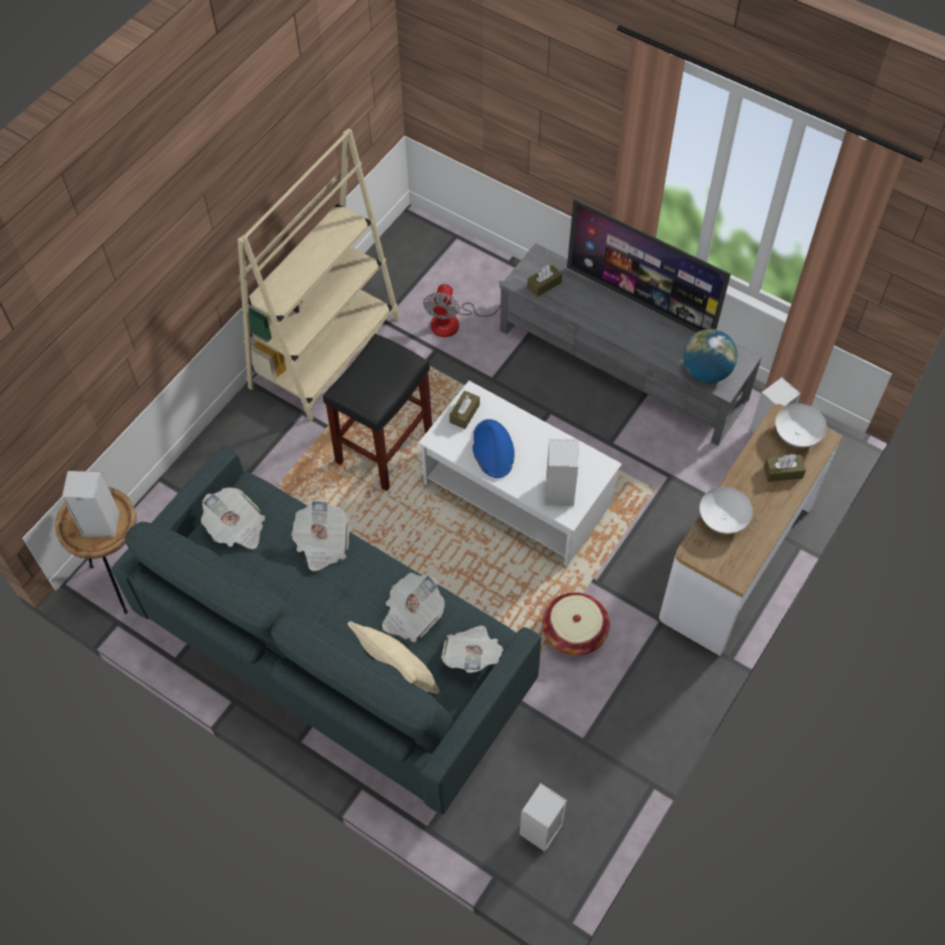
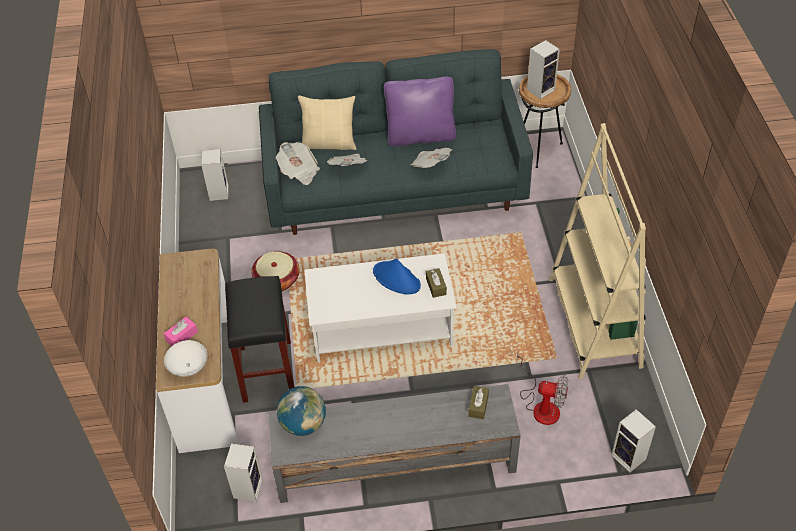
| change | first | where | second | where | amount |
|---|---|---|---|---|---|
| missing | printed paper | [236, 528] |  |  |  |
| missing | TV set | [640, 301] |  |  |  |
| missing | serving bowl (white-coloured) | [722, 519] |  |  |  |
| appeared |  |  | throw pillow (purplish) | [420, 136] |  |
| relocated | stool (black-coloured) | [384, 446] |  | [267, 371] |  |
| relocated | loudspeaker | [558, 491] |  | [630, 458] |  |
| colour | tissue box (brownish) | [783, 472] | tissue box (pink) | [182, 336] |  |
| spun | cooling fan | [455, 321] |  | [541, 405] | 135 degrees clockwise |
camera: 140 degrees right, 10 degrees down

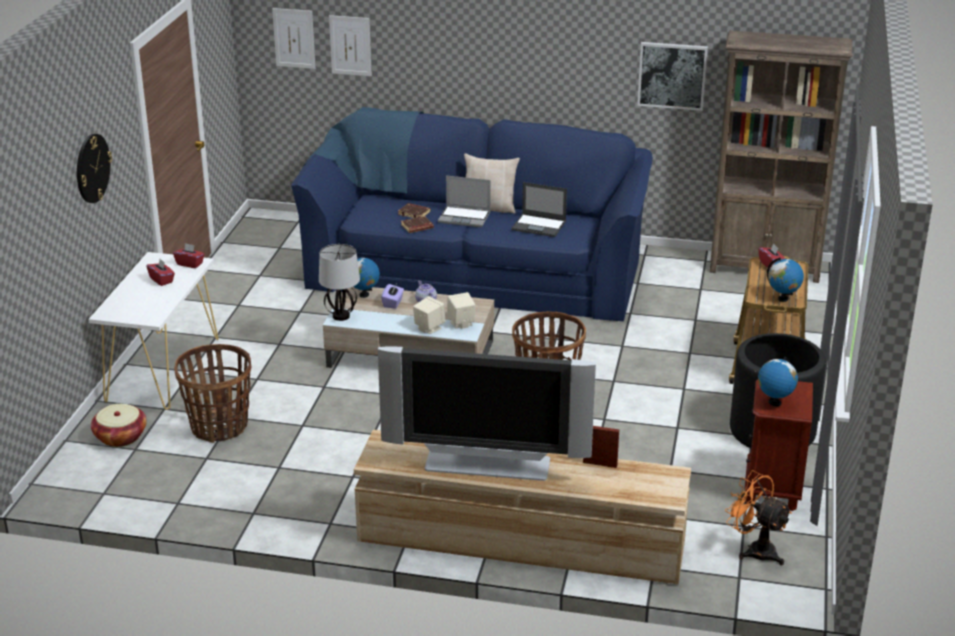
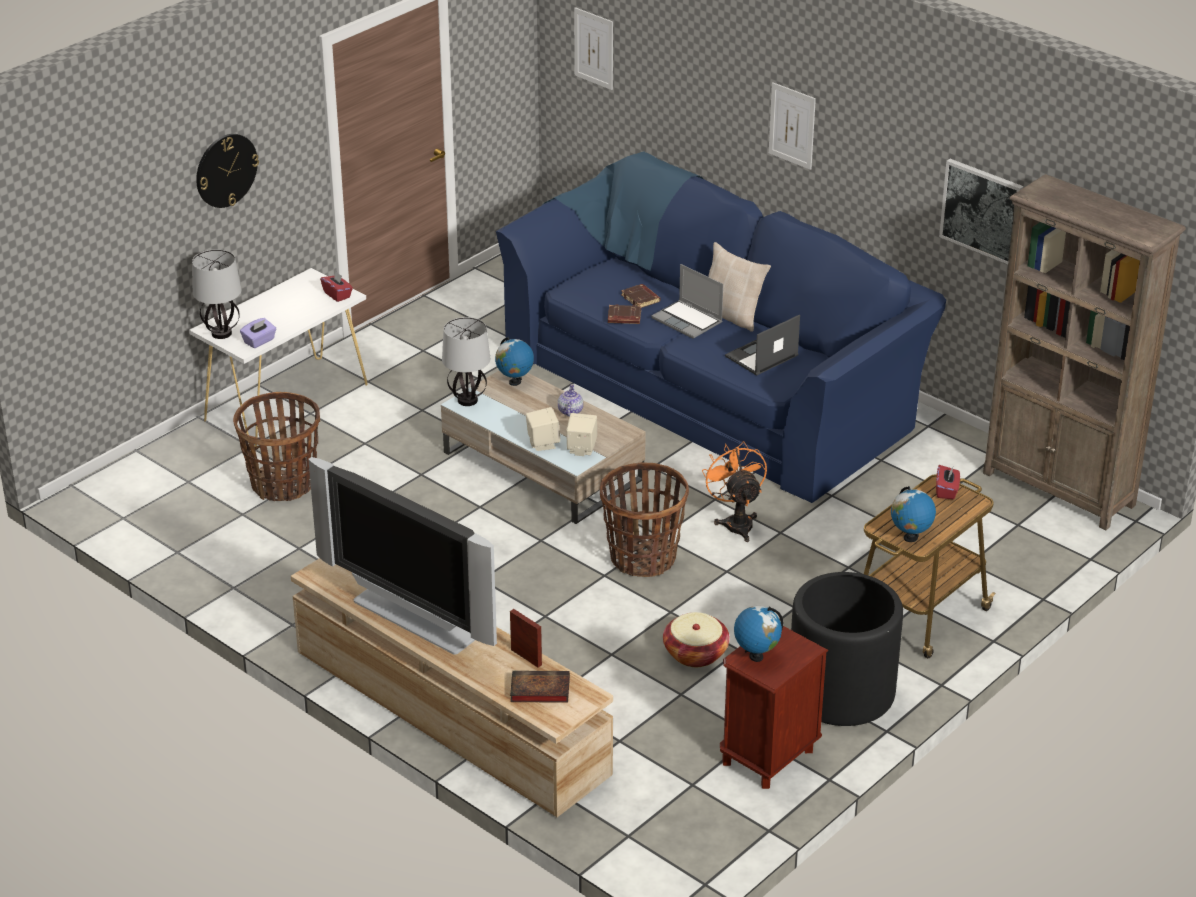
| change | first | where | second | where | amount |
|---|---|---|---|---|---|
| missing | tissue box (reddish) | [162, 280] |  |  |  |
| appeared |  |  | table lamp | [221, 333] |  |
| appeared |  |  | volume | [538, 690] |  |
| relocated | basket | [120, 437] |  | [695, 653] |  |
| relocated | wall art | [350, 45] |  | [792, 125] |  |
| relocated | tissue box (purplish) | [393, 303] |  | [259, 341] |  |
| relocated | cooling fan (orangey) | [755, 549] |  | [736, 522] |  |
| spun | laptop | [539, 226] |  | [761, 356] | 90 degrees clockwise |
camera: 30 degrees right, 5 degrees up

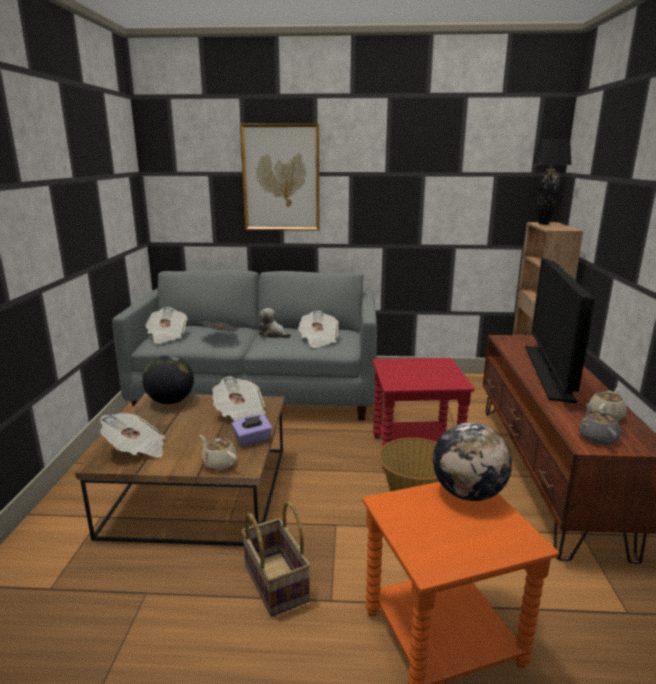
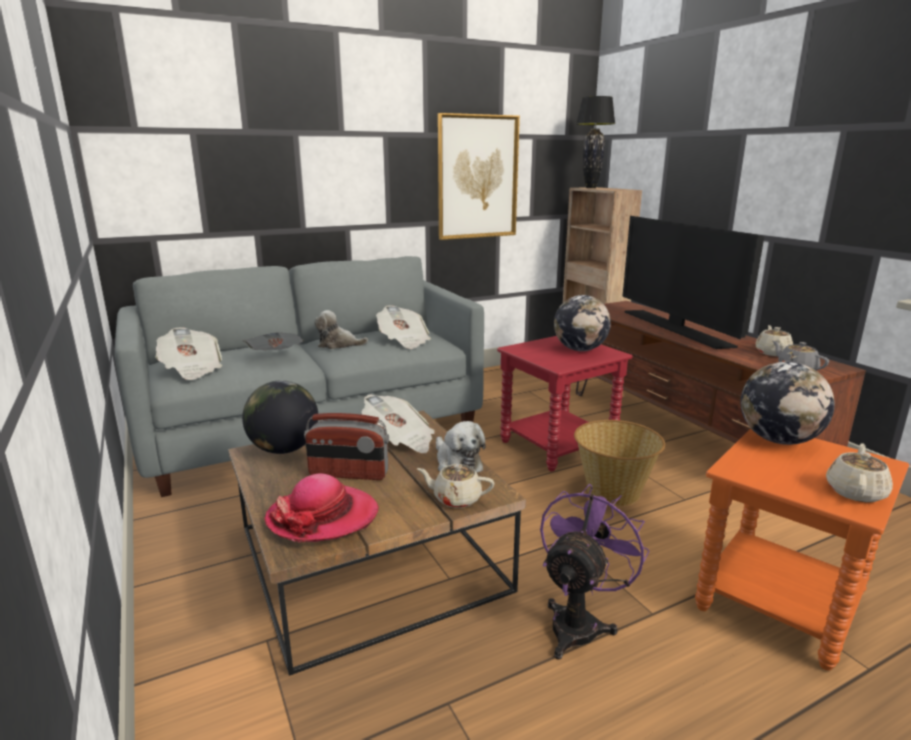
| change | first | where | second | where | amount |
|---|---|---|---|---|---|
| appeared |  |  | radio | [348, 474] |  |
| appeared |  |  | globe | [580, 349] |  |
| appeared |  |  | tea pot (beige) | [855, 491] |  |
| relocated | wall art | [281, 178] |  | [477, 177] |  |
| exchanged | printed paper | [136, 450] | hat | [322, 517] |  |
| exchanged | tissue box (purplish) | [252, 440] | soft toy | [457, 463] |  |
| exchanged | basket | [274, 583] | cooling fan (purplish) | [579, 622] |  |
camera: 30 degrees left, 0 degrees up

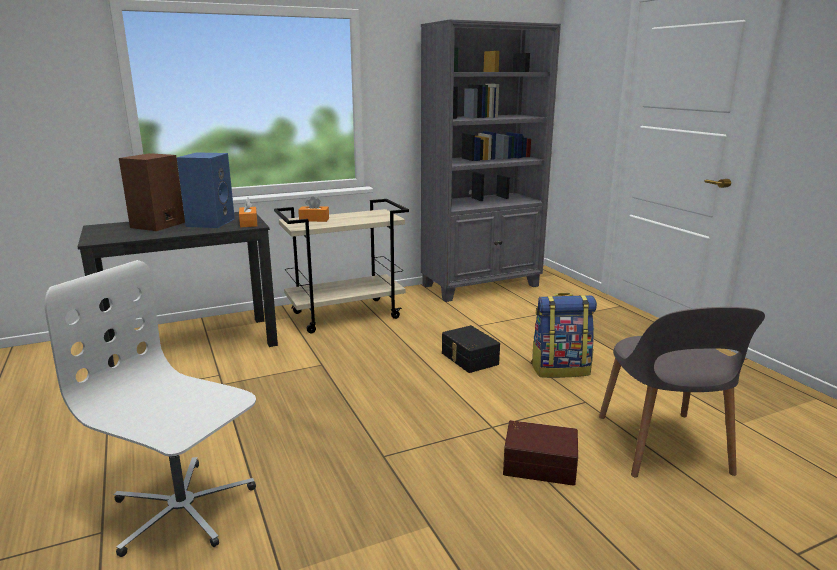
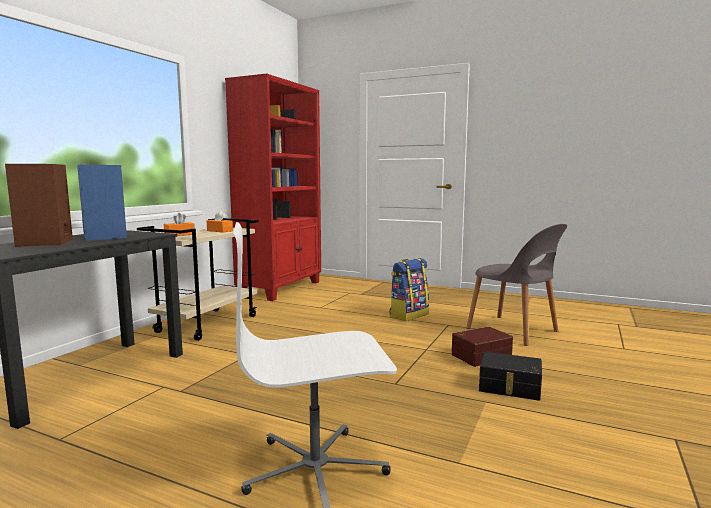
| change | first | where | second | where | amount |
|---|---|---|---|---|---|
| relocated | tissue box (orangey) | [248, 223] |  | [219, 231] |  |
| relocated | storage container (black-coloured) | [468, 359] |  | [509, 387] |  |
| colour | bookcase (greyish) | [482, 286] | bookcase (reddish) | [281, 288] |  |
camera: 40 degrees left, 10 degrees down

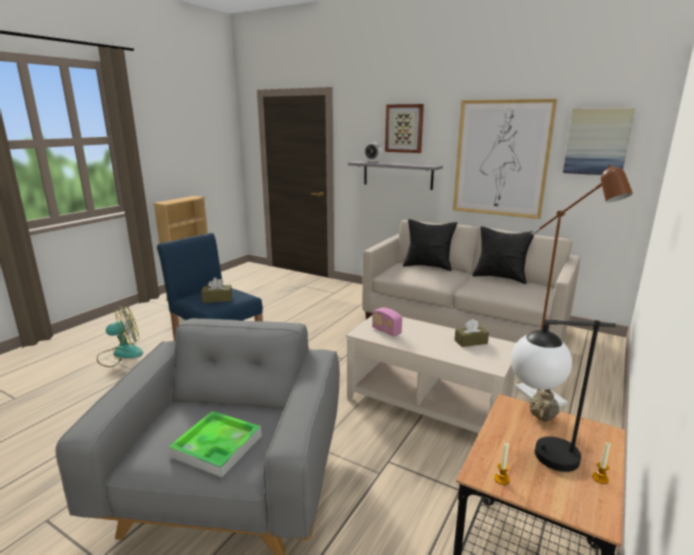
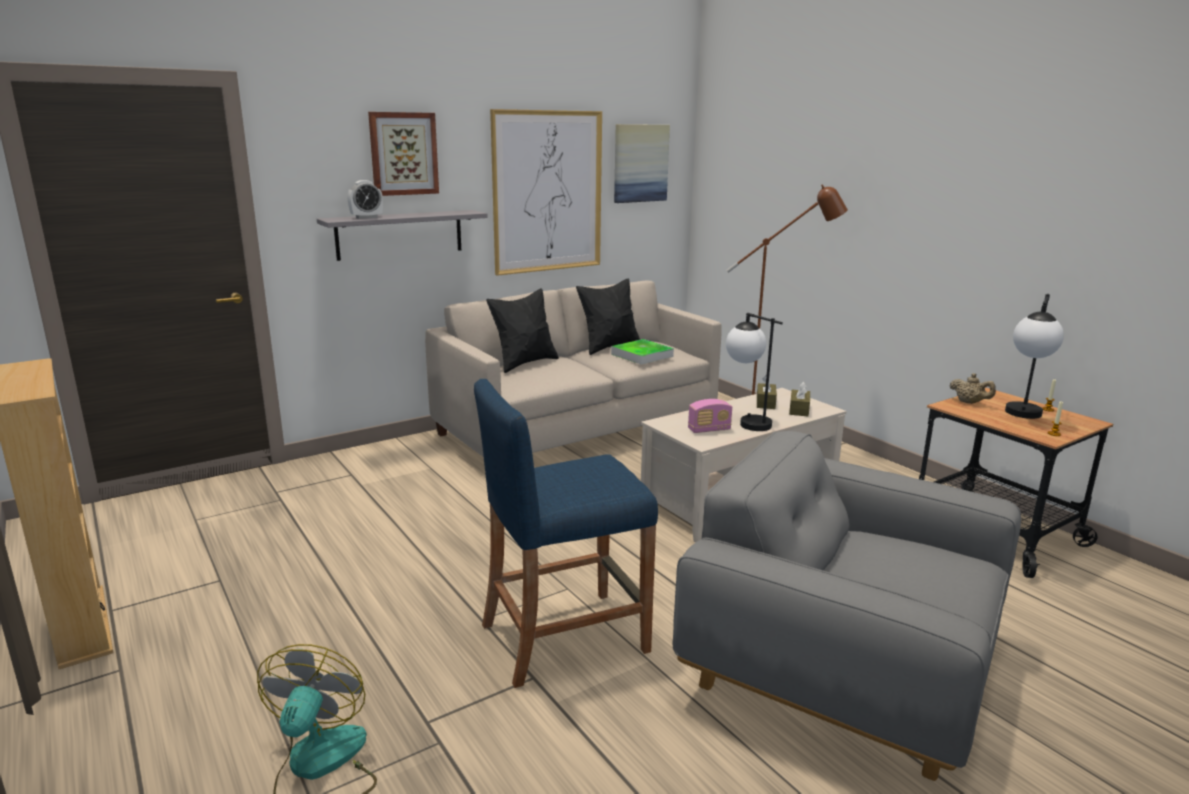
| change | first | where | second | where | amount |
|---|---|---|---|---|---|
| appeared |  |  | table lamp | [746, 421] |  |
| relocated | carrying tray | [217, 446] |  | [642, 355] |  |
| relocated | tissue box (brownish) | [217, 299] |  | [799, 409] |  |
camera: 65 degrees left, 0 degrees up

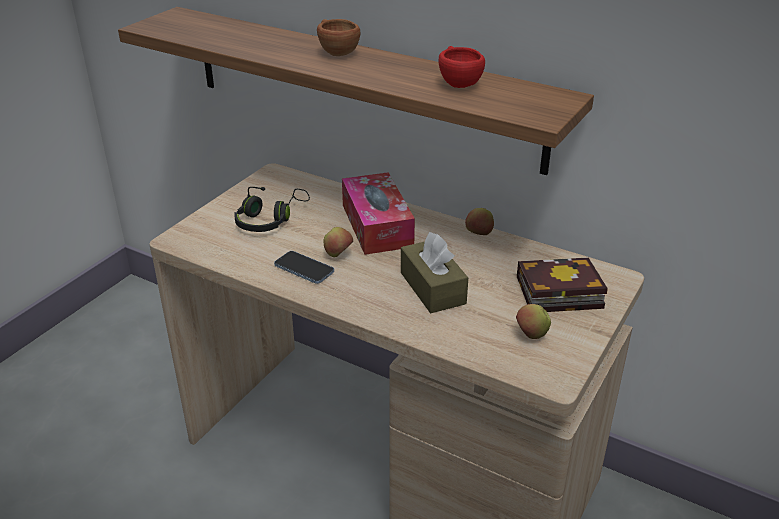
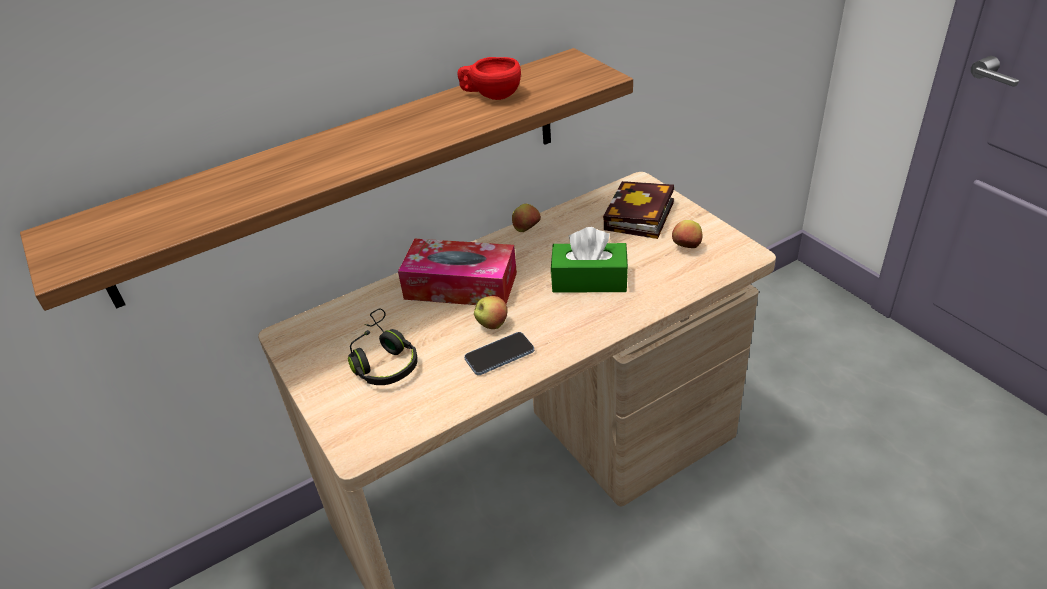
| change | first | where | second | where | amount |
|---|---|---|---|---|---|
| missing | cup (brownish) | [336, 52] |  |  |  |
| colour | tissue box (brownish) | [432, 288] | tissue box (green) | [589, 280] |  |
camera: 60 degrees left, 5 degrees up

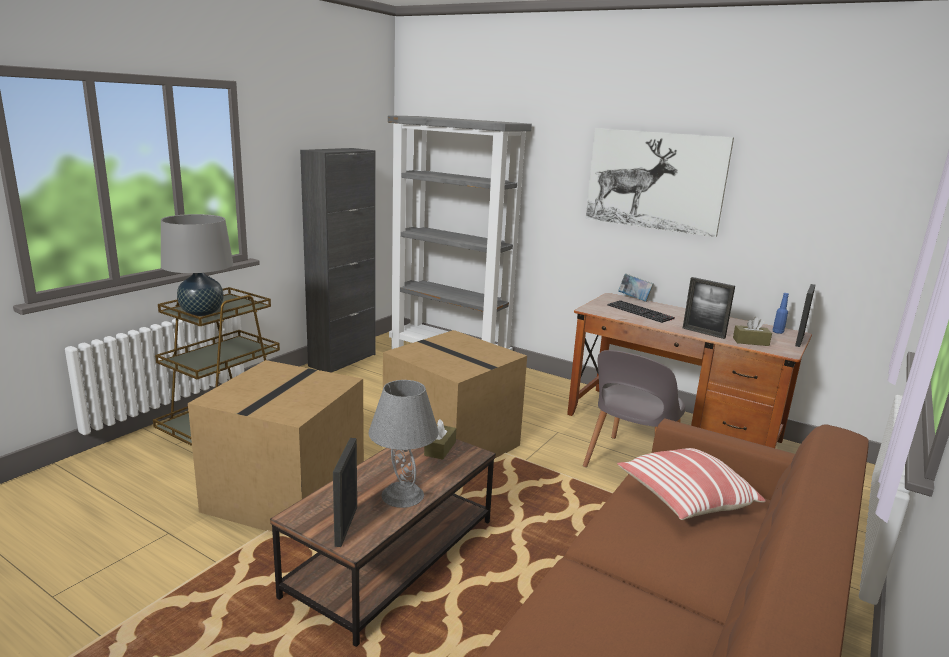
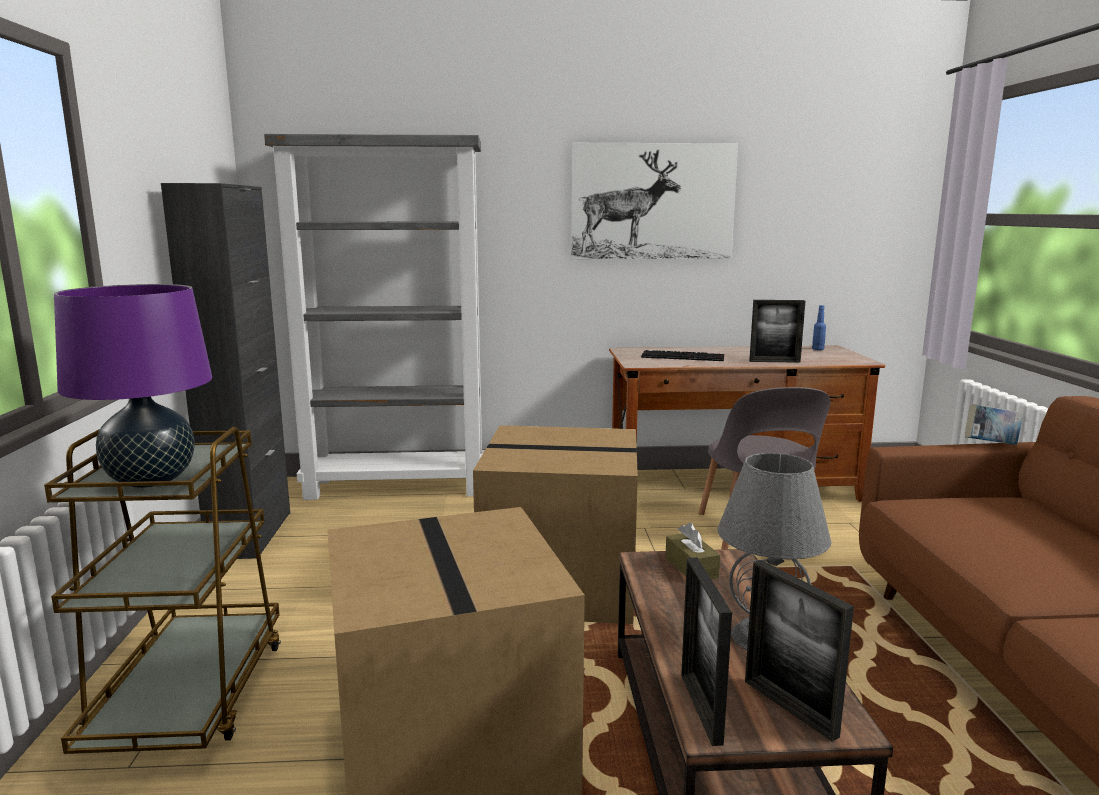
| change | first | where | second | where | amount |
|---|---|---|---|---|---|
| missing | throw pillow | [684, 499] |  |  |  |
| missing | tissue box (brownish) | [750, 342] |  |  |  |
| relocated | volume | [634, 299] |  | [990, 445] |  |
| relocated | picture frame | [799, 340] |  | [701, 708] |  |
| colour | table lamp (greyish) | [202, 313] | table lamp (purplish) | [151, 480] |  |
camera: 35 degrees left, 5 degrees down

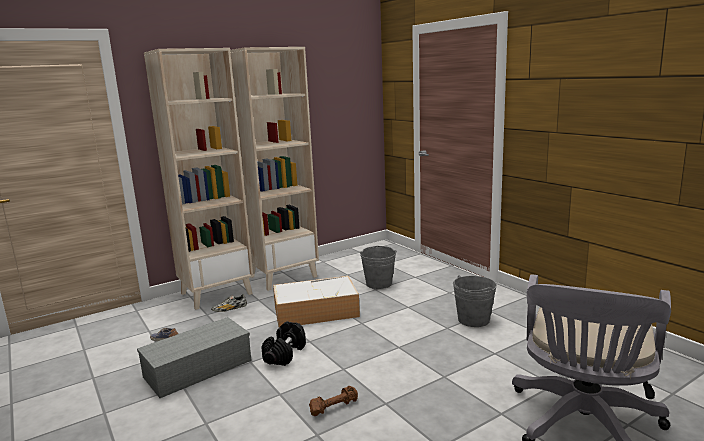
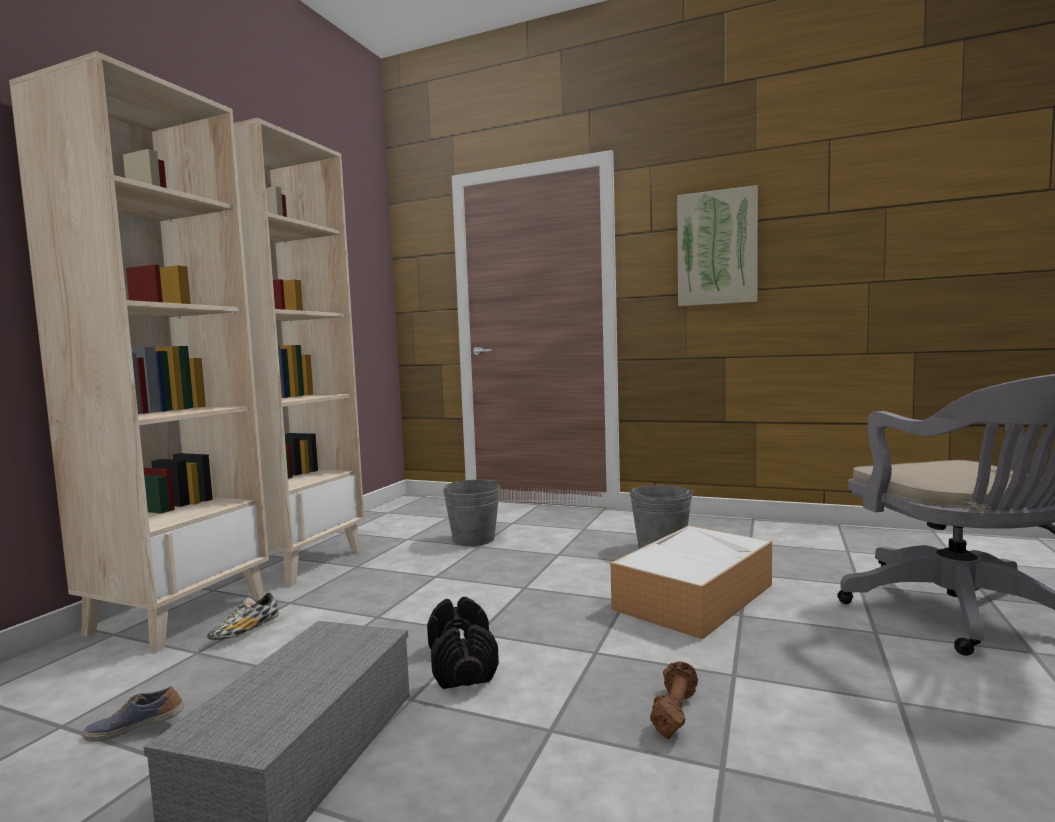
| change | first | where | second | where | amount |
|---|---|---|---|---|---|
| appeared |  |  | wall art | [717, 248] |  |
| relocated | storage container | [317, 311] |  | [695, 596] |  |
camera: 35 degrees left, 10 degrees down

